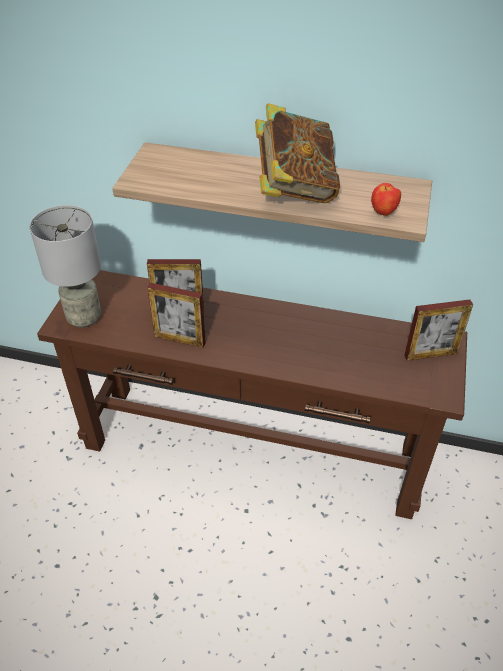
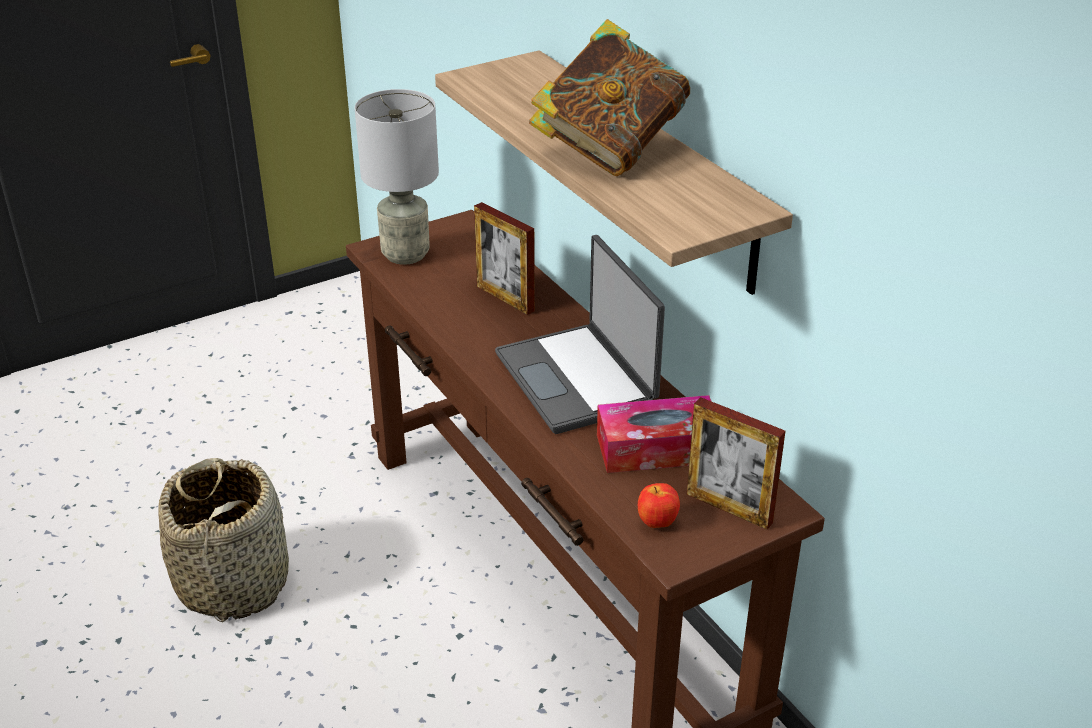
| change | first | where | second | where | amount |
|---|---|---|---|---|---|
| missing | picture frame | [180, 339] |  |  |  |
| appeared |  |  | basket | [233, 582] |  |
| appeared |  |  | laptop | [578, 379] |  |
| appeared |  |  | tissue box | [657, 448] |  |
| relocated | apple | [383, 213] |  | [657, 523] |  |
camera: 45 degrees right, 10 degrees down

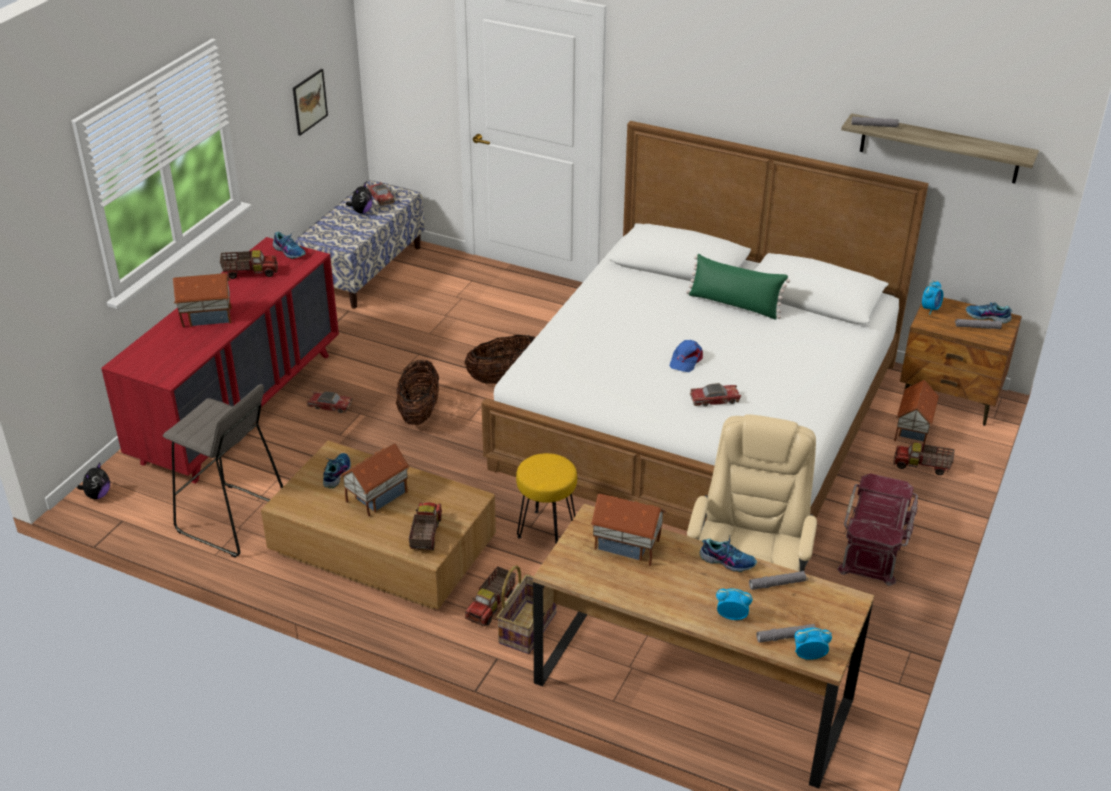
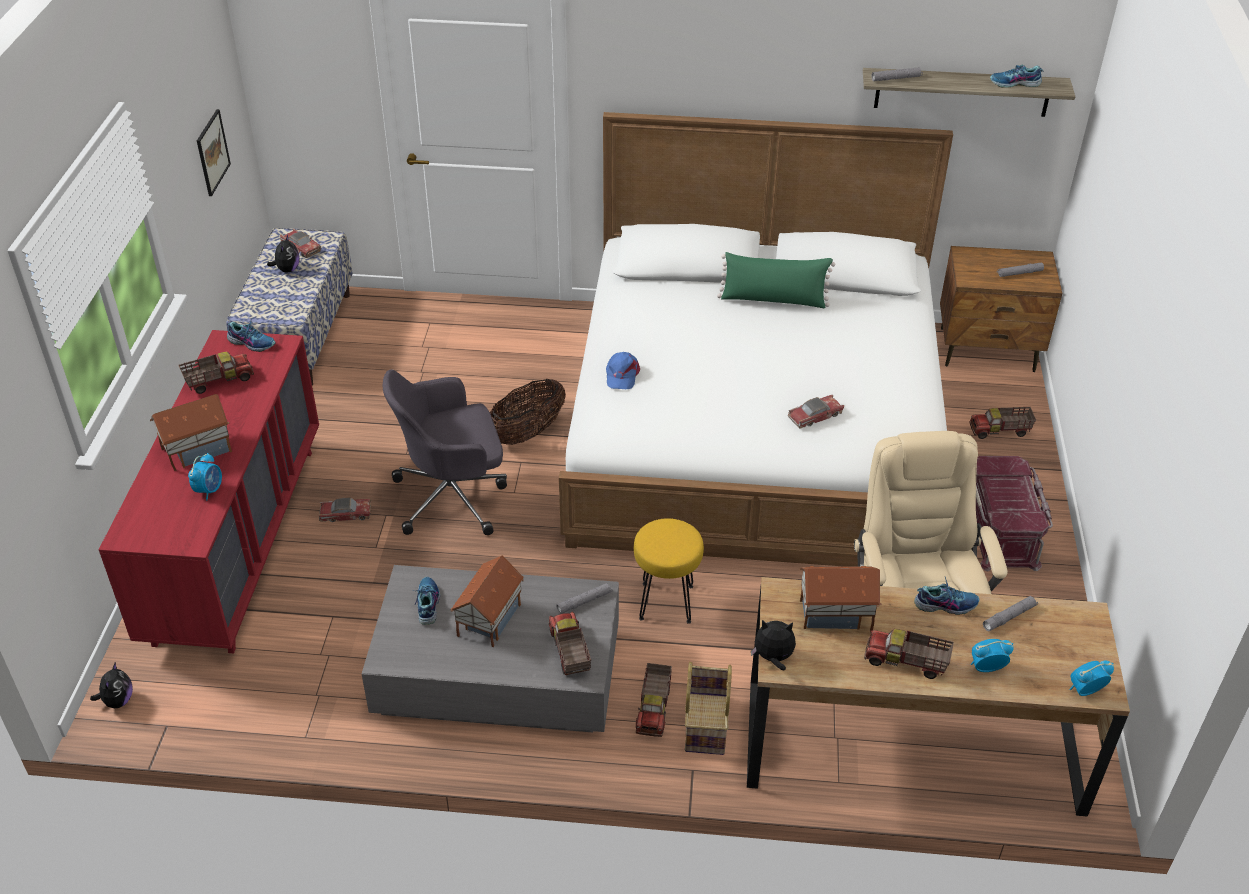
| change | first | where | second | where | amount |
|---|---|---|---|---|---|
| missing | stool (greyish) | [232, 520] |  |  |  |
| missing | toy house | [912, 430] |  |  |  |
| appeared |  |  | soft toy | [773, 658] |  |
| appeared |  |  | model truck | [906, 662] |  |
| relocated | cap (blue-coloured) | [685, 360] |  | [621, 375] |  |
| relocated | flashlight (greyish) | [786, 637] |  | [584, 601] |  |
| relocated | alarm clock | [930, 309] |  | [209, 490] |  |
| relocated | shoe | [987, 317] |  | [1014, 84] |  |
| exchanged | basket | [419, 412] | desk chair (greyish) | [453, 497] |  |
| colour | lounge table (brownish) | [382, 547] | lounge table (greyish) | [497, 673] |  |
camera: 20 degrees left, 5 degrees up

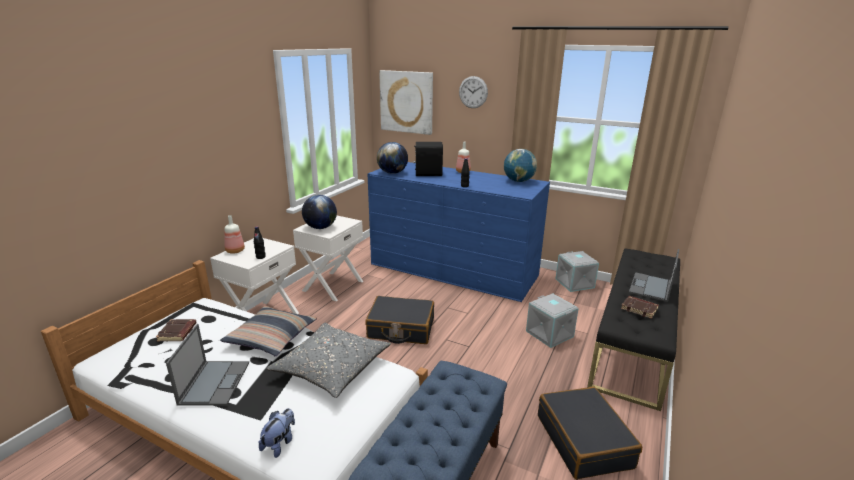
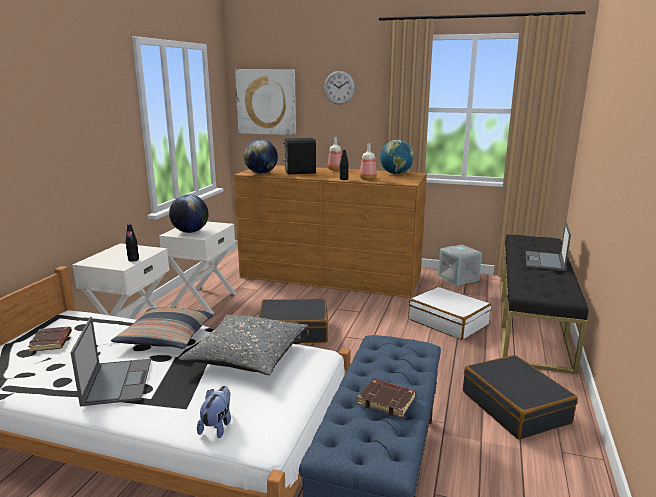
| change | first | where | second | where | amount |
|---|---|---|---|---|---|
| relocated | beverage bottle | [235, 251] |  | [368, 179] |  |
| relocated | volume (brownish) | [639, 309] |  | [387, 401] |  |
| exchanged | storage container (greyish) | [548, 334] | travel case (white-coloured) | [448, 322] |  |
| colour | chest of drawers (blue-coloured) | [453, 269] | chest of drawers (brownish) | [331, 275] |  |
camera: 10 degrees left, 5 degrees down

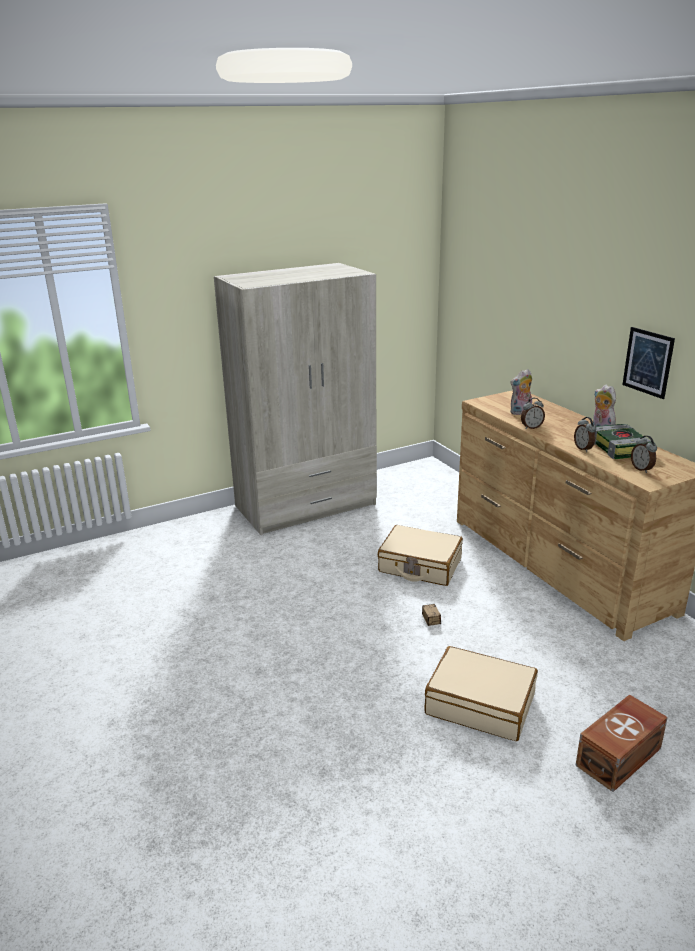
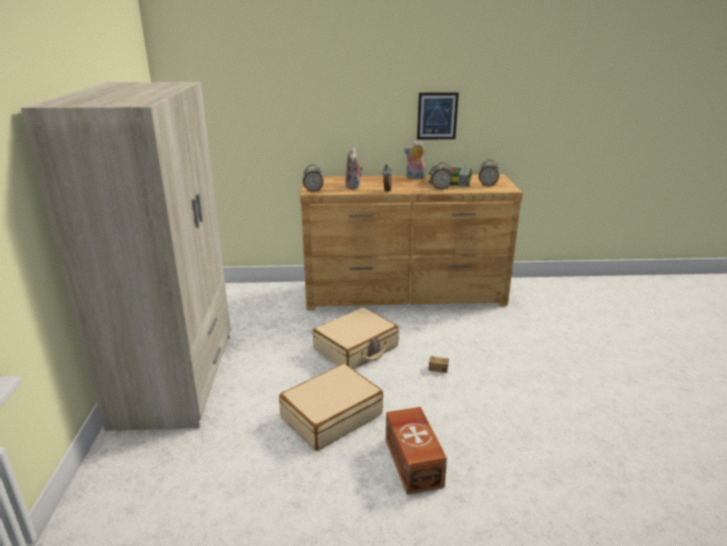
| change | first | where | second | where | amount |
|---|---|---|---|---|---|
| appeared |  |  | alarm clock | [313, 190] |  |
| relocated | travel case (beige) | [480, 704] |  | [331, 416] |  |
| relocated | storage container (brownish) | [620, 757] |  | [414, 461] |  |
camera: 65 degrees left, 0 degrees up

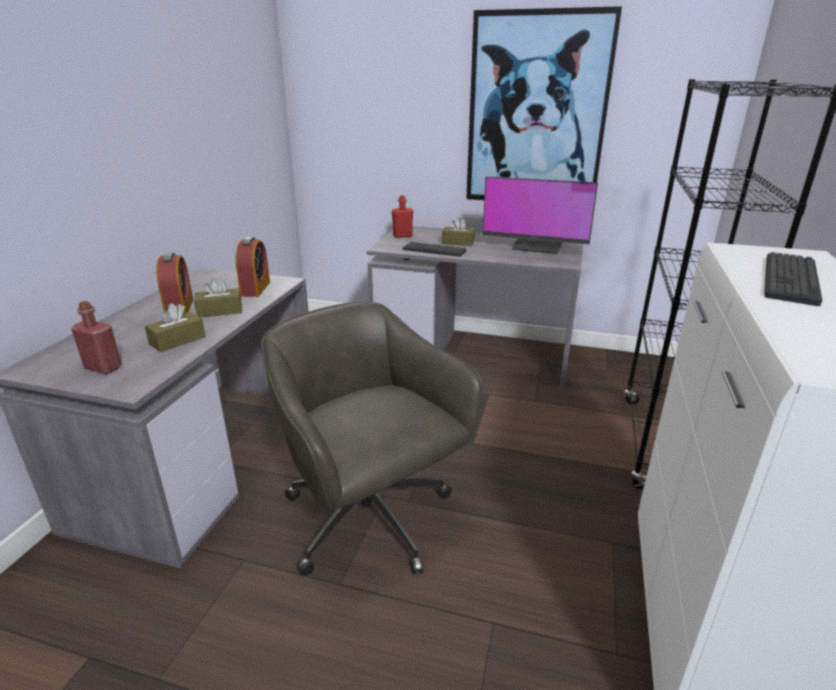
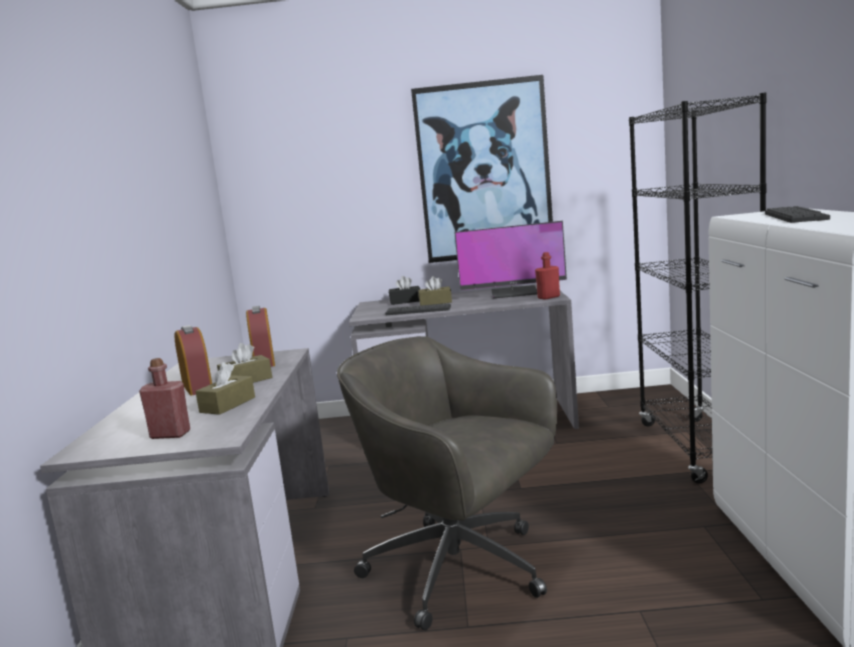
| change | first | where | second | where | amount |
|---|---|---|---|---|---|
| appeared |  |  | tissue box (black-coloured) | [405, 301] |  |
| relocated | beverage bottle (reddish) | [402, 236] |  | [548, 297] |  |
camera: 15 degrees left, 15 degrees down

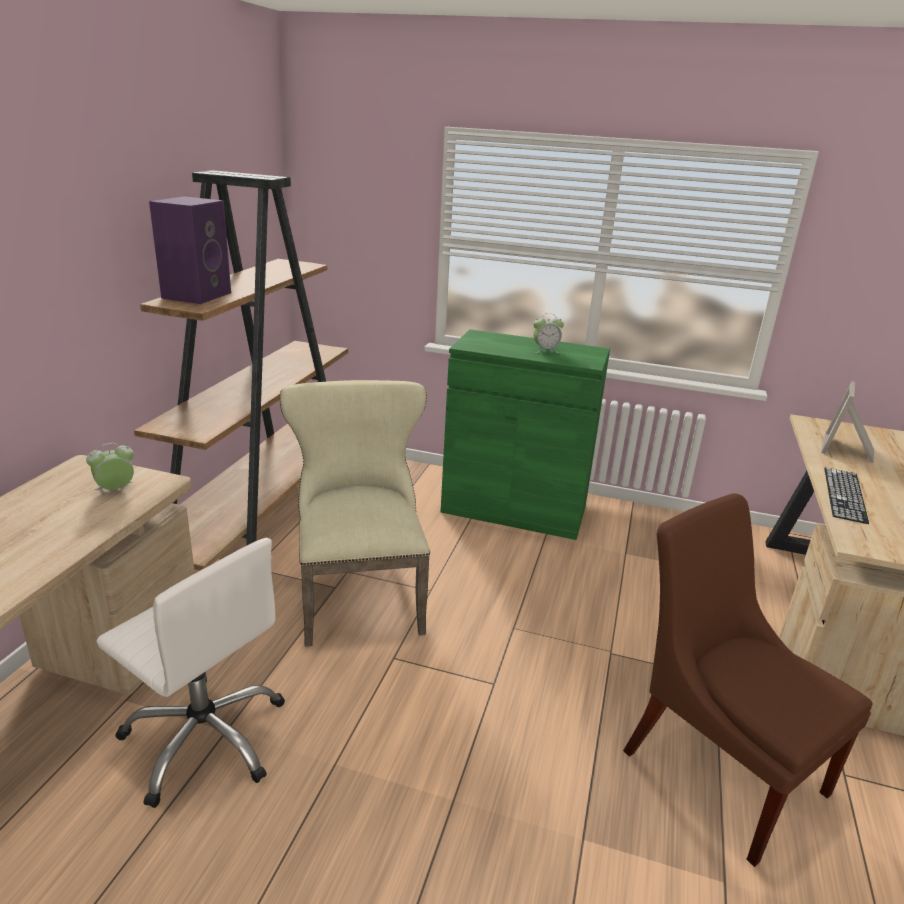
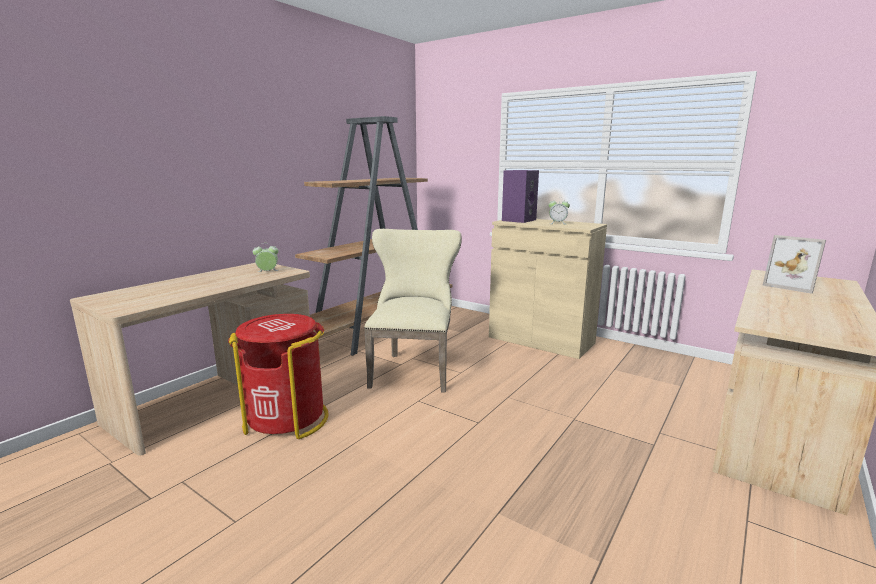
| change | first | where | second | where | amount |
|---|---|---|---|---|---|
| missing | upright chair (brownish) | [717, 764] |  |  |  |
| missing | keyboard | [845, 494] |  |  |  |
| relocated | loudspeaker (purplish) | [196, 295] |  | [518, 220] |  |
| exchanged | desk chair (white-coloured) | [205, 737] | waste bin (reddish) | [287, 419] |  |
| colour | storage cabinet (green) | [514, 509] | storage cabinet (beige) | [541, 340] |  |
| spun | picture frame | [849, 450] |  | [791, 286] | 90 degrees counterclockwise |
camera: 20 degrees right, 10 degrees down

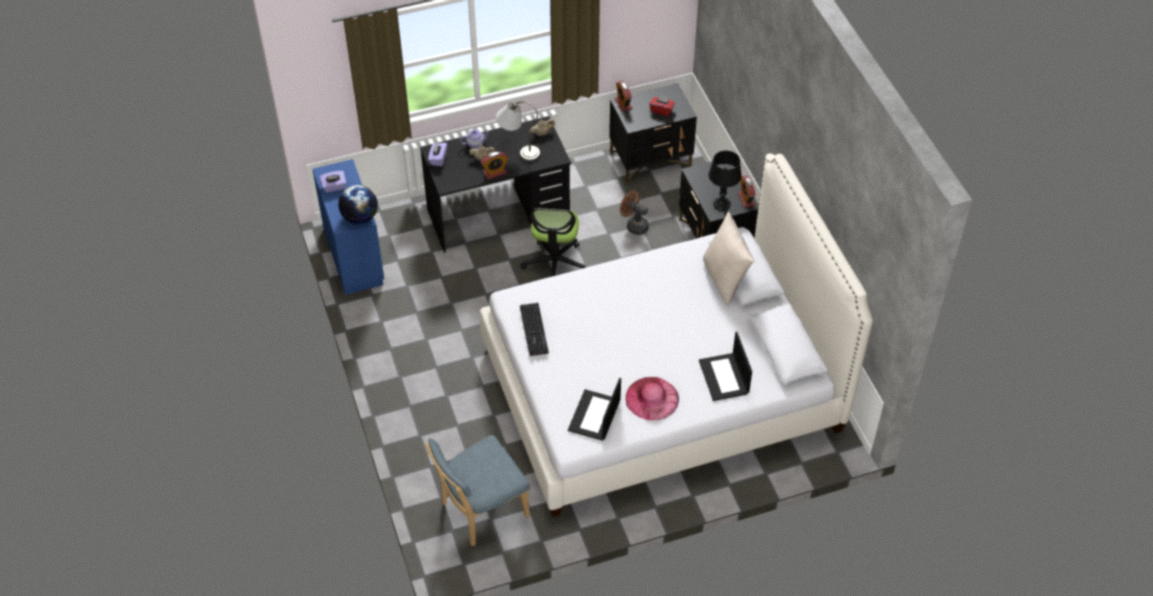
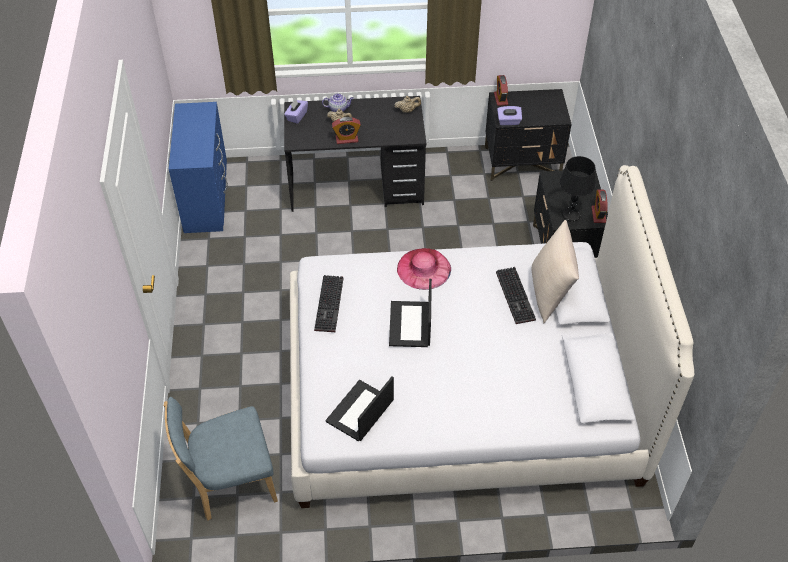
| change | first | where | second | where | amount |
|---|---|---|---|---|---|
| missing | globe | [360, 217] |  |  |  |
| missing | table lamp (greyish) | [518, 149] |  |  |  |
| missing | desk chair | [555, 263] |  |  |  |
| missing | cooling fan (brownish) | [634, 225] |  |  |  |
| missing | tissue box (reddish) | [661, 110] |  |  |  |
| appeared |  |  | keyboard | [517, 296] |  |
| relocated | tissue box (purplish) | [334, 187] |  | [508, 121] |  |
| relocated | hat (pink) | [652, 398] |  | [423, 268] |  |
| relocated | laptop | [724, 377] |  | [410, 325] |  |
camera: 15 degrees right, 0 degrees up

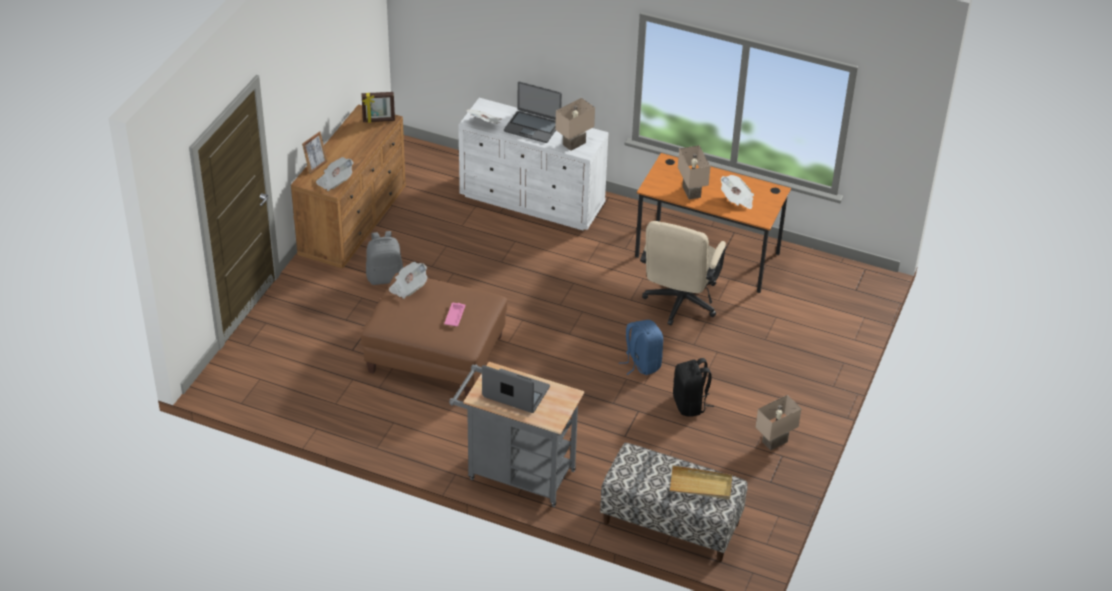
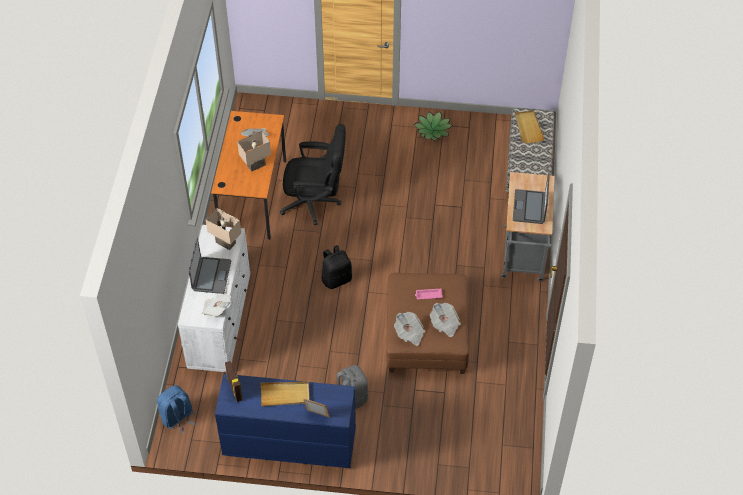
| change | first | where | second | where | amount |
|---|---|---|---|---|---|
| appeared |  |  | carrying tray (beige) | [285, 395] |  |
| relocated | printed paper | [335, 182] |  | [445, 324] |  |
| relocated | rucksack (blue-coloured) | [641, 363] |  | [177, 418] |  |
| relocated | rucksack (black-coloured) | [690, 404] |  | [336, 279] |  |
| exchanged | table lamp (beige) | [775, 443] | potted plant | [433, 130] |  |
| colour | chest of drawers (brownish) | [353, 221] | chest of drawers (blue-coloured) | [288, 443] |  |
| colour | desk chair (beige) | [679, 304] | desk chair (black-coloured) | [315, 203] |  |
camera: 105 degrees left, 10 degrees up

